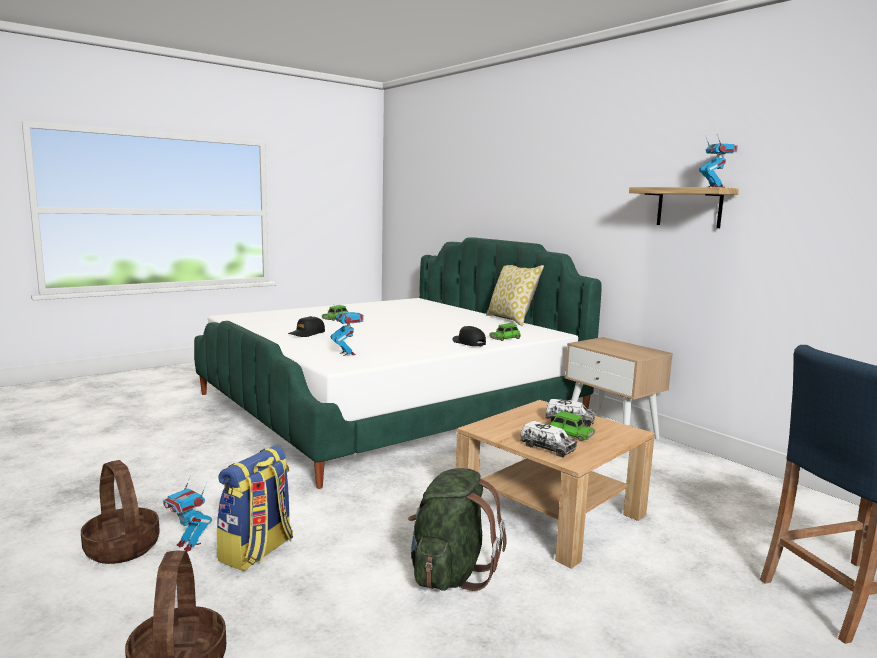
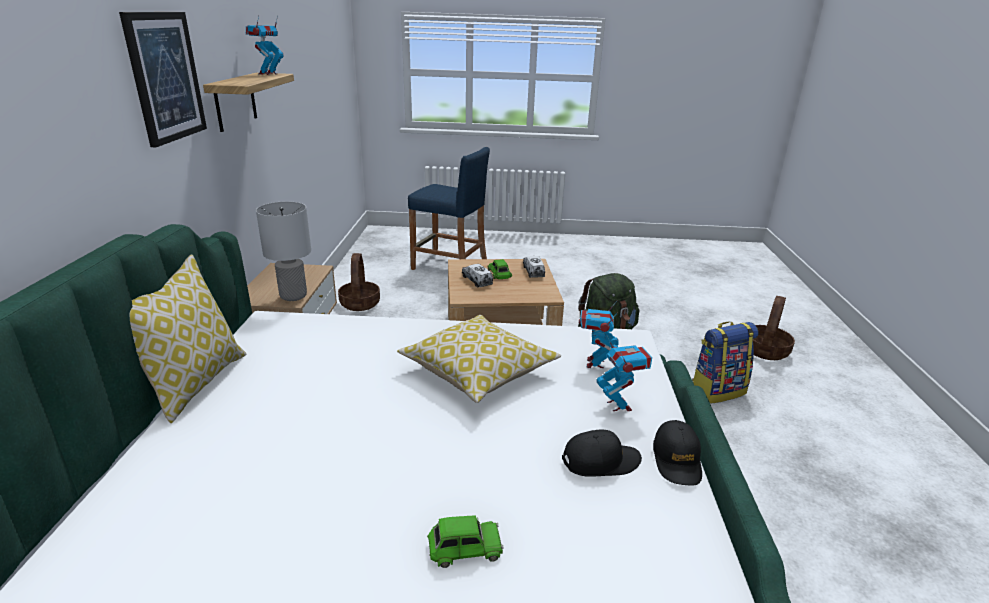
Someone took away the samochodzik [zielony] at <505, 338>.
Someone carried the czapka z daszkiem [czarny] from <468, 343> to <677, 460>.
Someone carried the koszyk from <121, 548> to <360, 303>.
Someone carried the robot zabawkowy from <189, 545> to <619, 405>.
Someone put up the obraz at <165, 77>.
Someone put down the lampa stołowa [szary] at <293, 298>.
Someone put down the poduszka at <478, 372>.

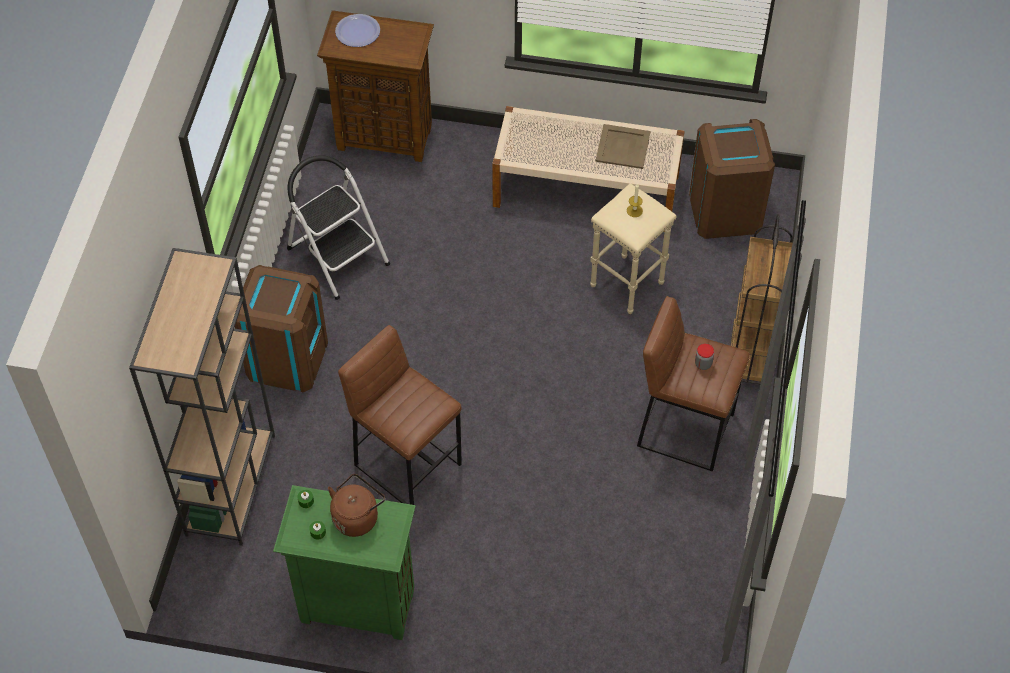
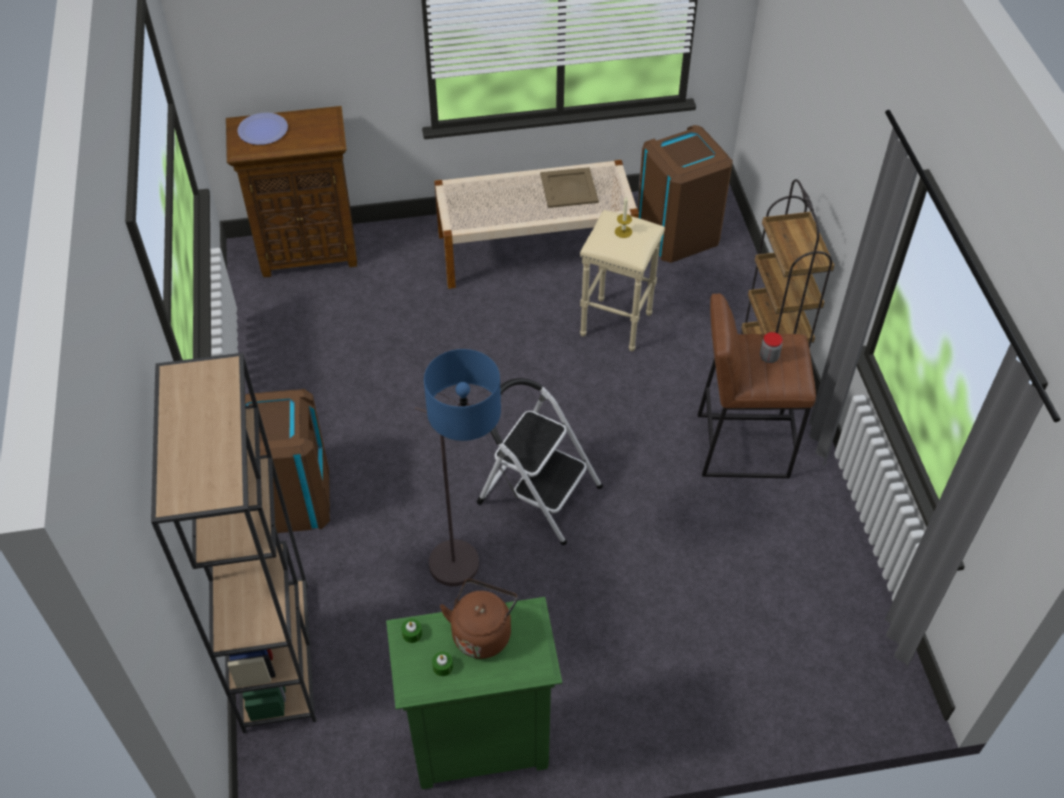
Someone carried the drabinka from <336, 254> to <536, 493>.
Someone swapped the stołek [brązowy] at <406, 463> for the lampa stojąca [niebieski] at <468, 569>.

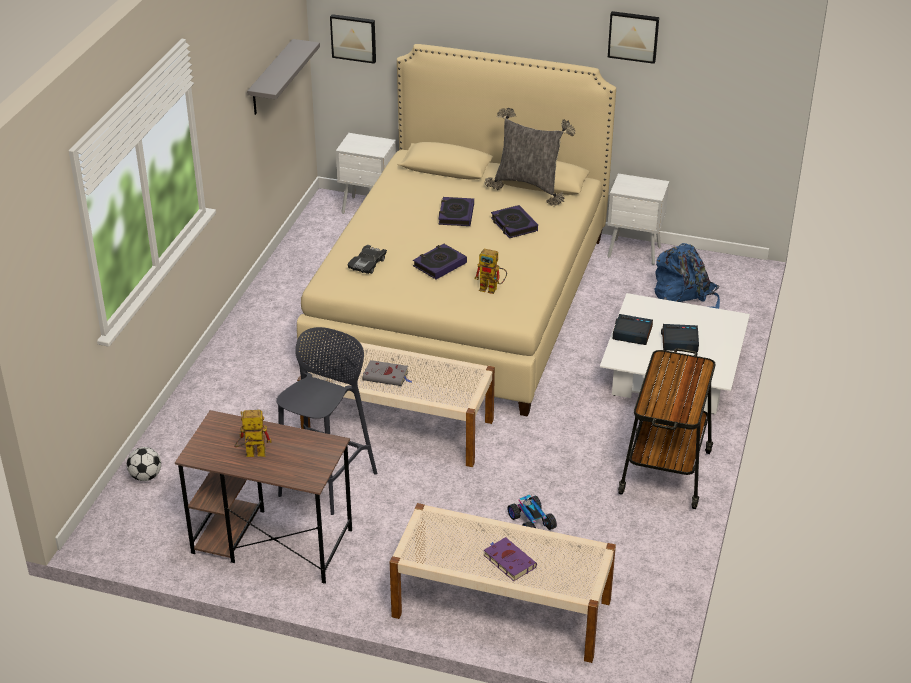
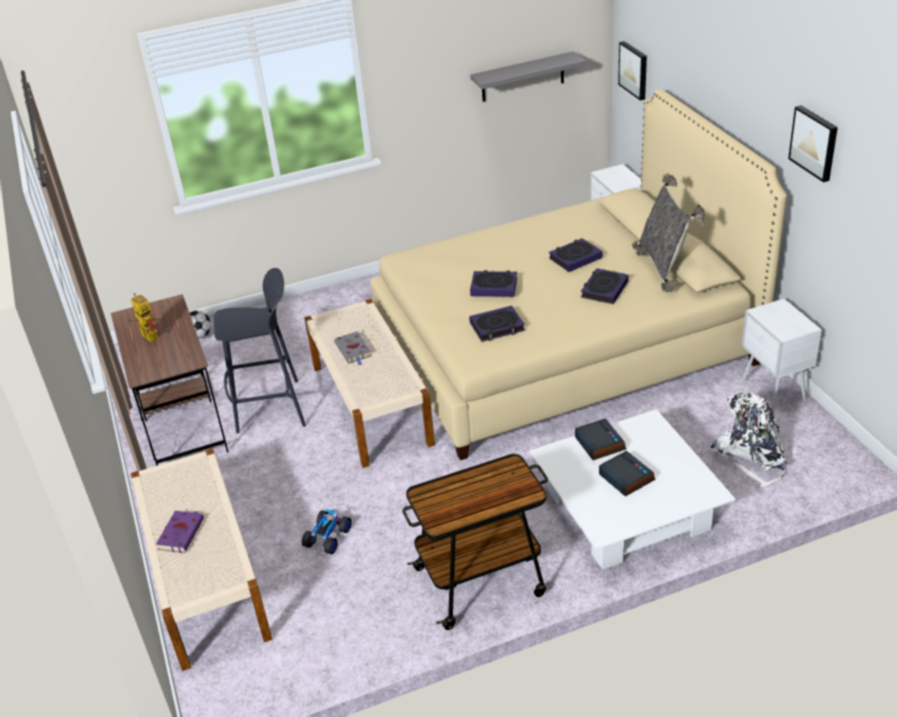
Someone repainted the plecak [niebieski] at <684, 297>, which became the plecak [biały] at <751, 456>.
Someone took away the samochodzik [czarny] at <367, 264>.
Someone swapped the robot zabawkowy at <492, 289> for the książka at <497, 327>.

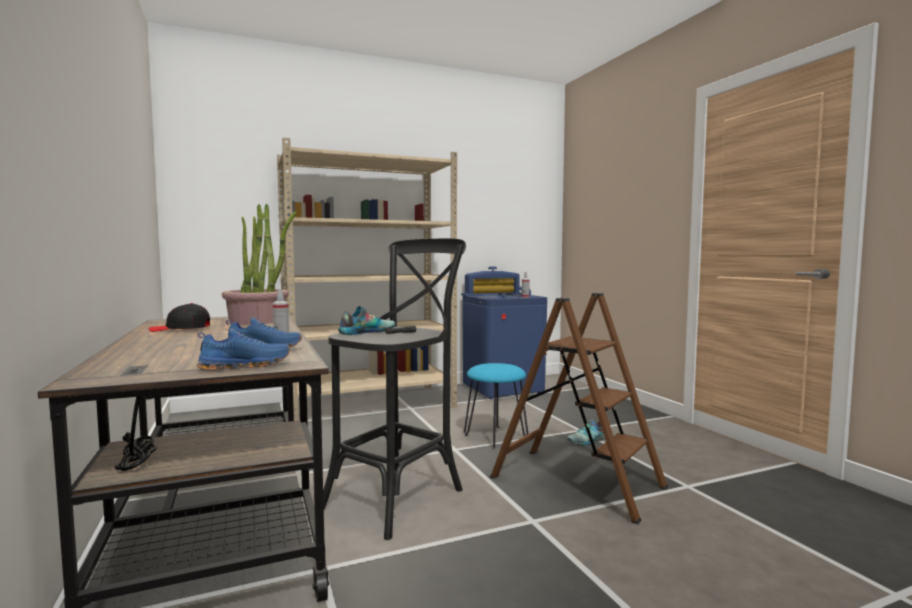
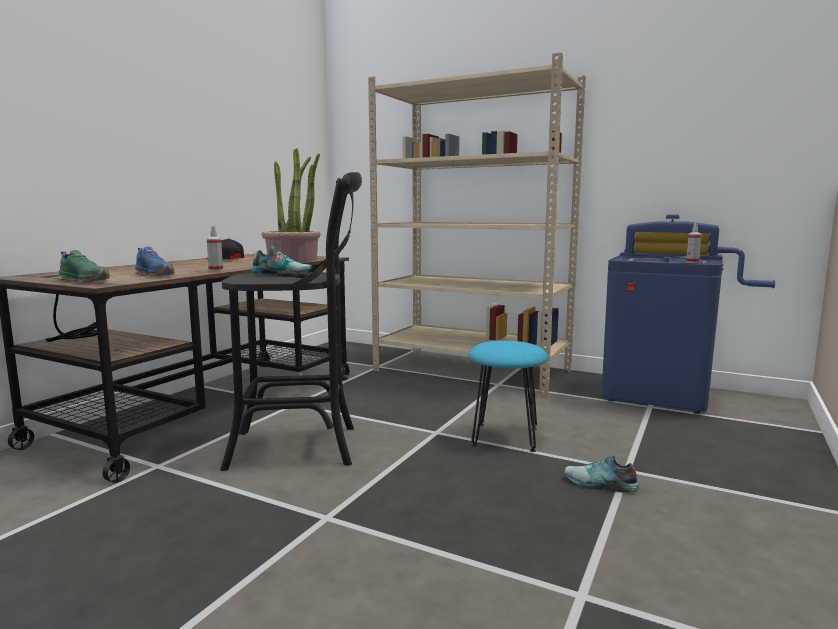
Someone took away the drabinka [brązowy] at <575, 481>.
Someone repainted the but [niebieski] at <245, 366>, which became the but [zielony] at <85, 281>.

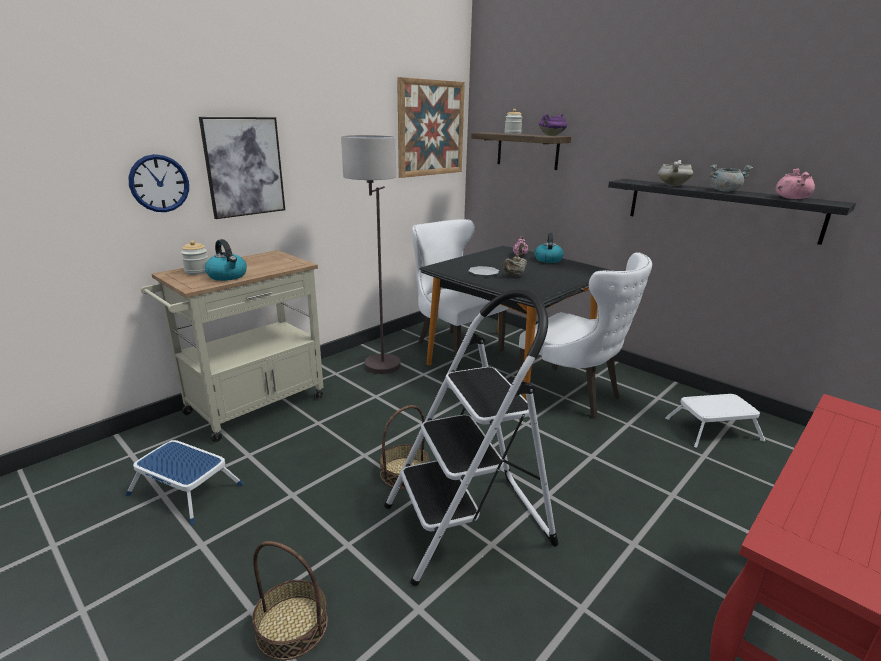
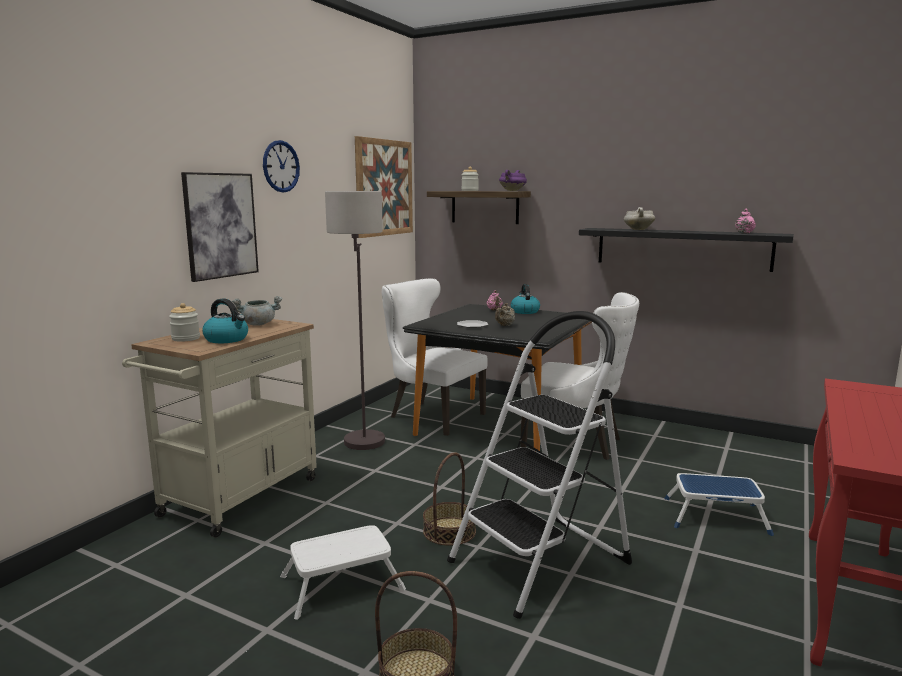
Someone carried the zegar ścienny from <159, 183> to <281, 166>.
Someone carried the garnek [szary] from <724, 191> to <259, 324>.
Someone swapped the garnek [różowy] at <791, 198> for the imbryk [różowy] at <744, 233>.
Someone carried the drabinka [biały] from <713, 429> to <341, 582>.
Someone carried the drabinka [niebieski] from <185, 490> to <716, 516>.

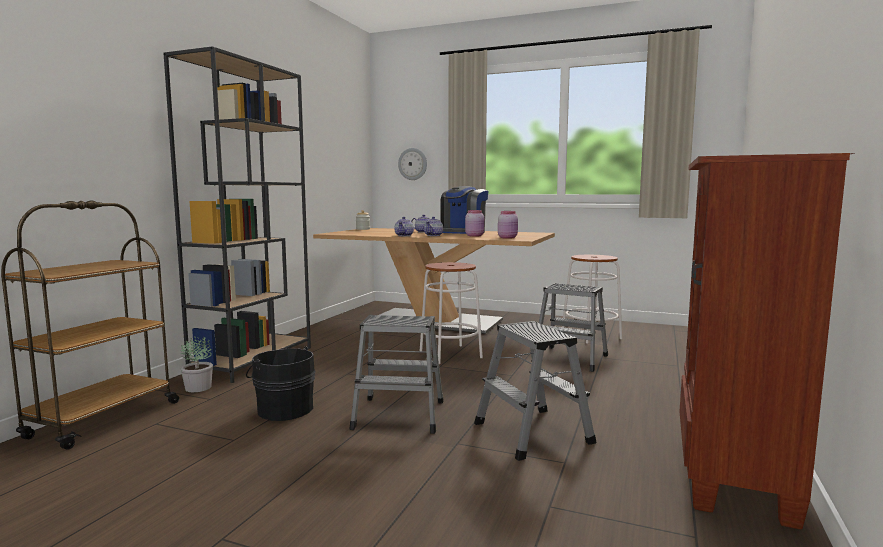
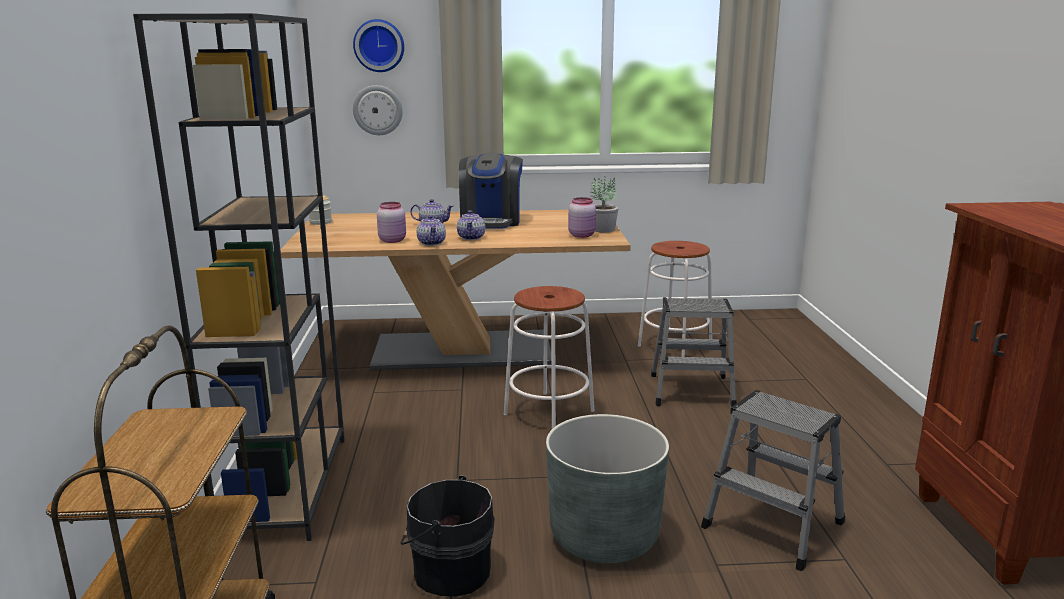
Someone carried the słoik [różowy] from <475, 236> to <393, 240>.
Someone swapped the drabinka [szary] at <400, 414> for the donica [szary] at <604, 536>.
Someone carried the roślina doniczkowa from <199, 387> to <603, 229>.
Someone put up the zegar ścienny at <379, 45>.

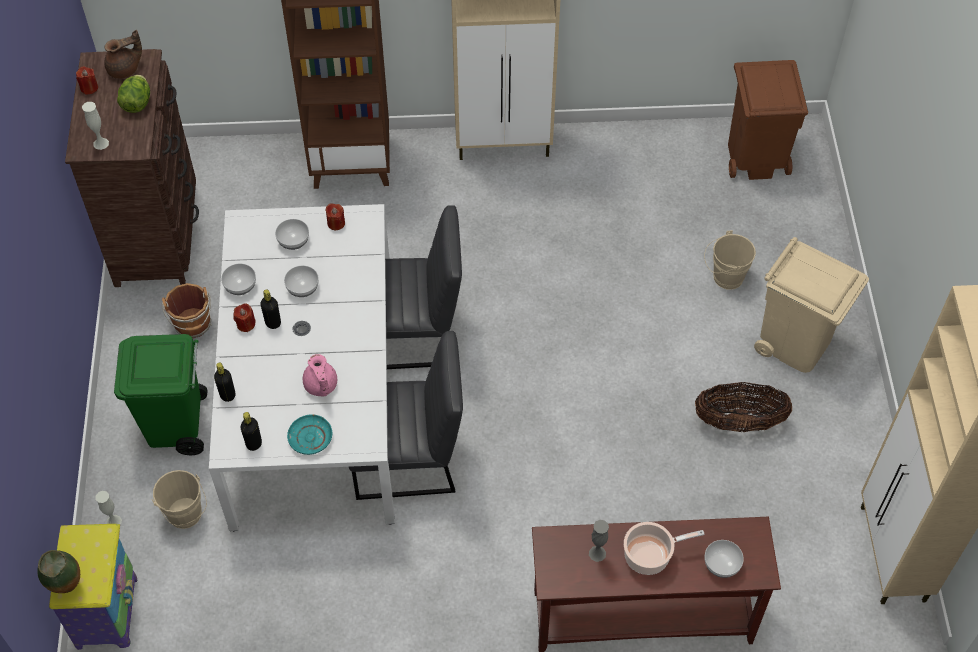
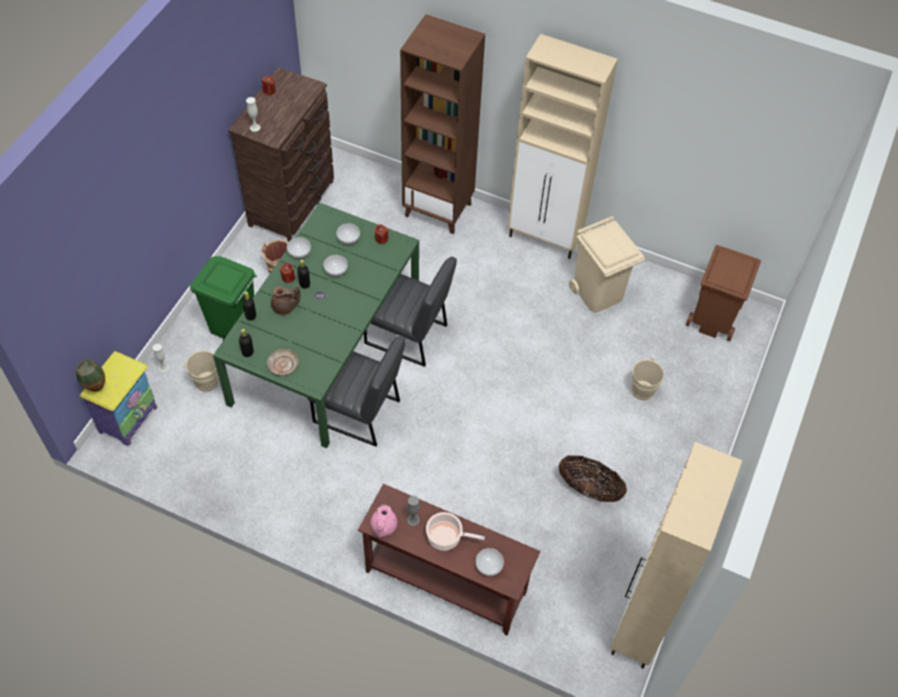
Someone carried the imbryk [brązowy] from <125, 69> to <285, 307>.
Someone took away the sałata at <137, 103>.
Someone repainted the stół jadalny [biały] at <315, 398>, which became the stół jadalny [zielony] at <326, 347>.
Someone carried the kosz na śmieci [beżowy] from <795, 342> to <598, 293>.
Someone carried the imbryk [różowy] from <320, 386> to <383, 527>.
Someone repainted the talerz [turkusowy] at <310, 438>, which became the talerz [beżowy] at <283, 365>.

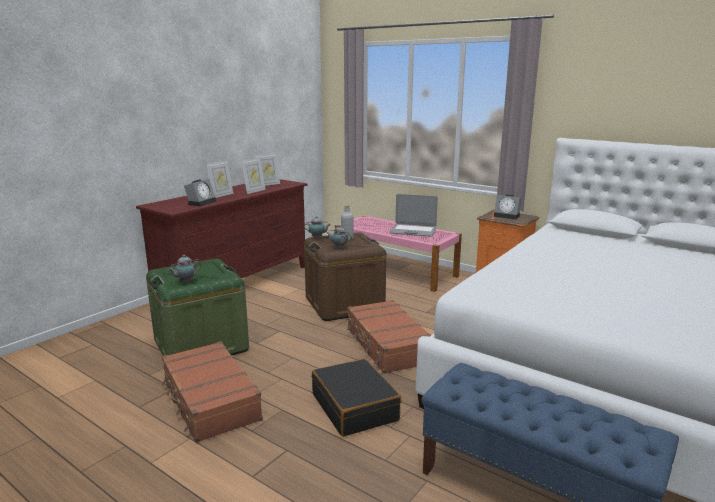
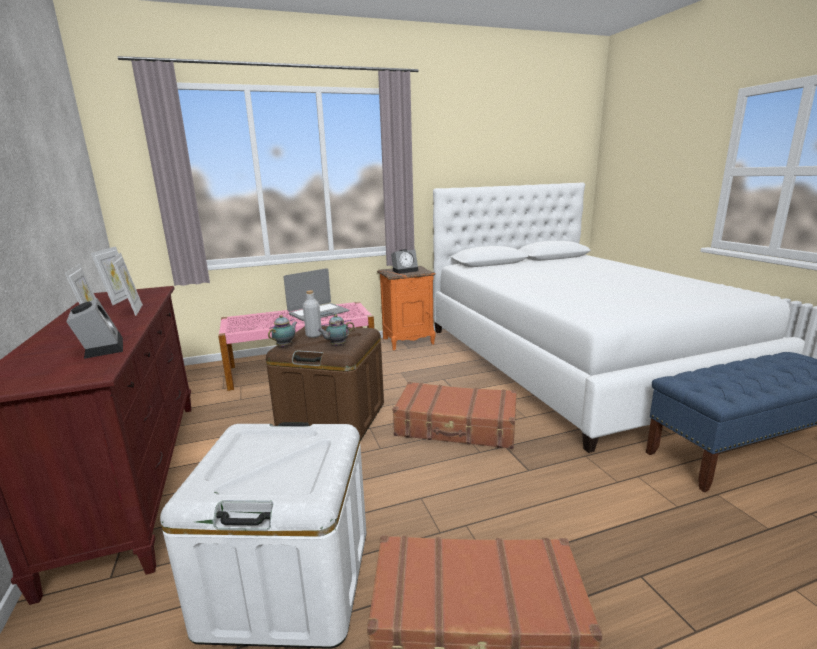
Someone took away the imbryk at <185, 282>.
Someone repainted the pojemnik do przechowywania [zielony] at <201, 345>, which became the pojemnik do przechowywania [biały] at <288, 580>.
Someone took away the walizka [czarny] at <355, 407>.

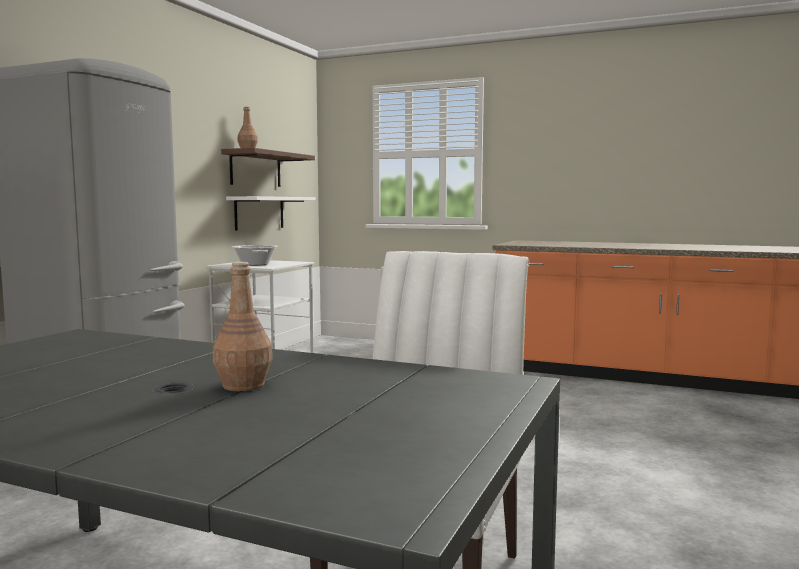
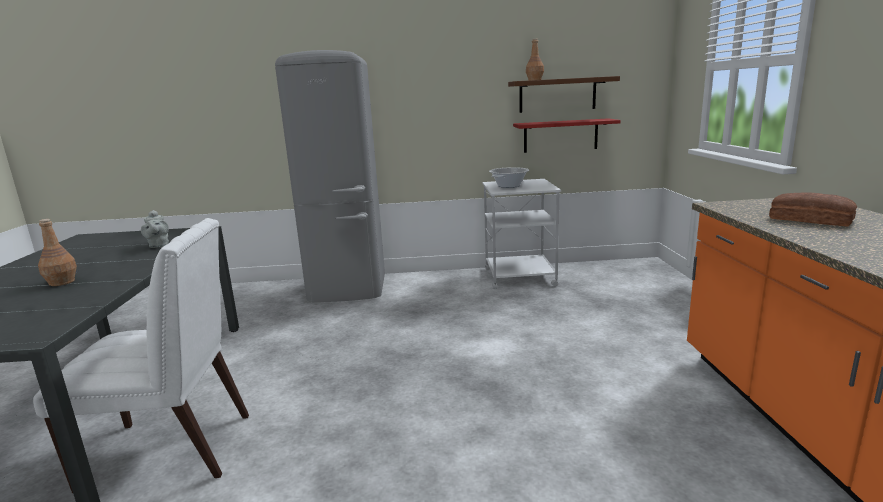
Someone repainted the półka [biały] at <259, 213>, which became the półka [czerwony] at <560, 135>.
Someone put down the chleb at <809, 219>.
Someone put down the imbryk [szary] at <158, 245>.

